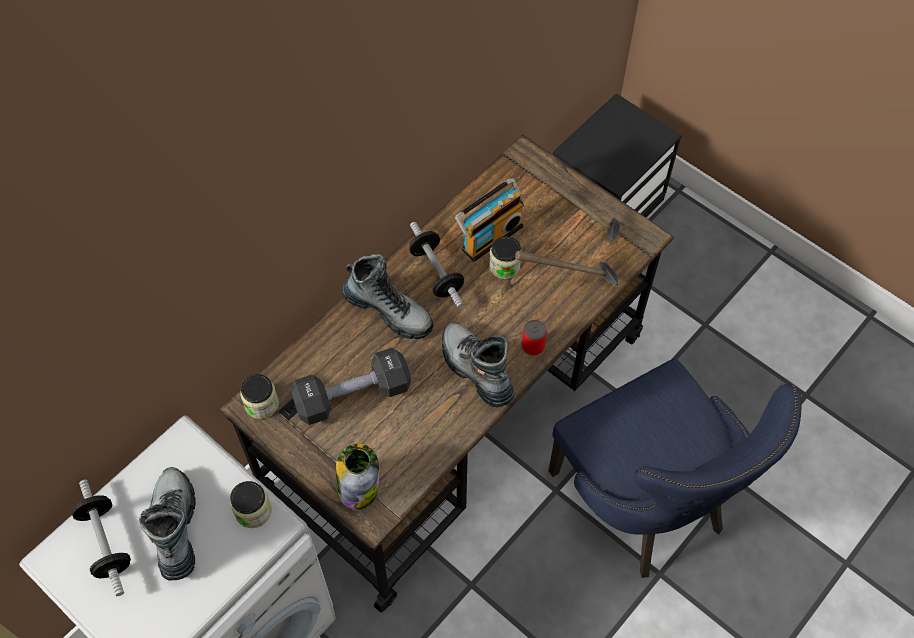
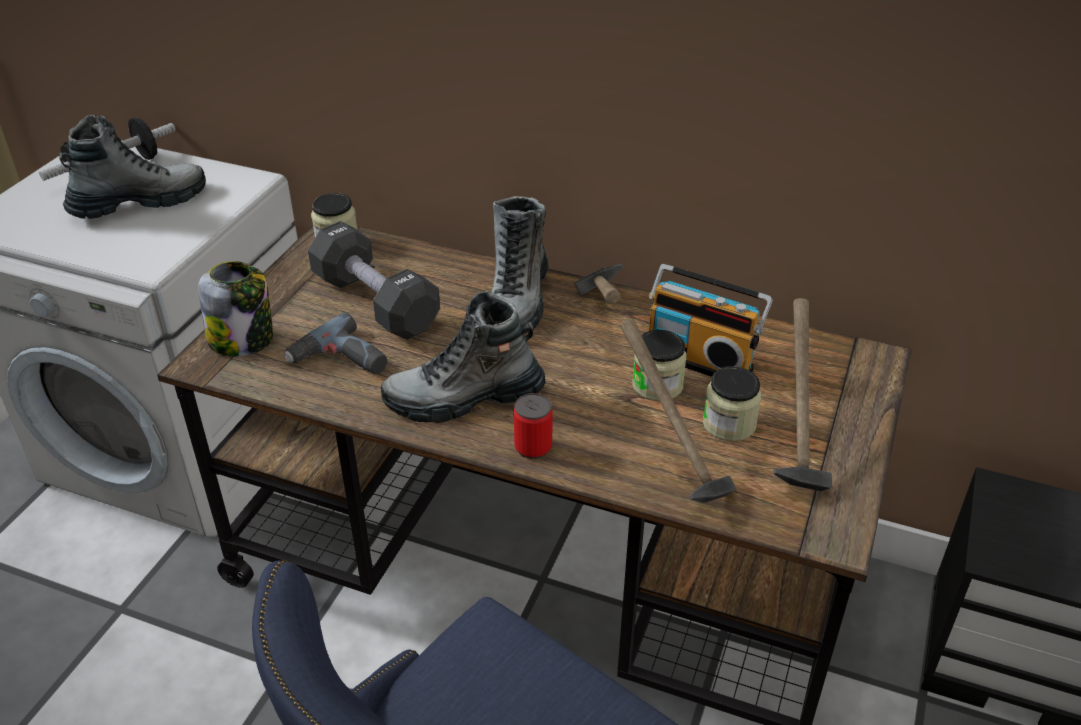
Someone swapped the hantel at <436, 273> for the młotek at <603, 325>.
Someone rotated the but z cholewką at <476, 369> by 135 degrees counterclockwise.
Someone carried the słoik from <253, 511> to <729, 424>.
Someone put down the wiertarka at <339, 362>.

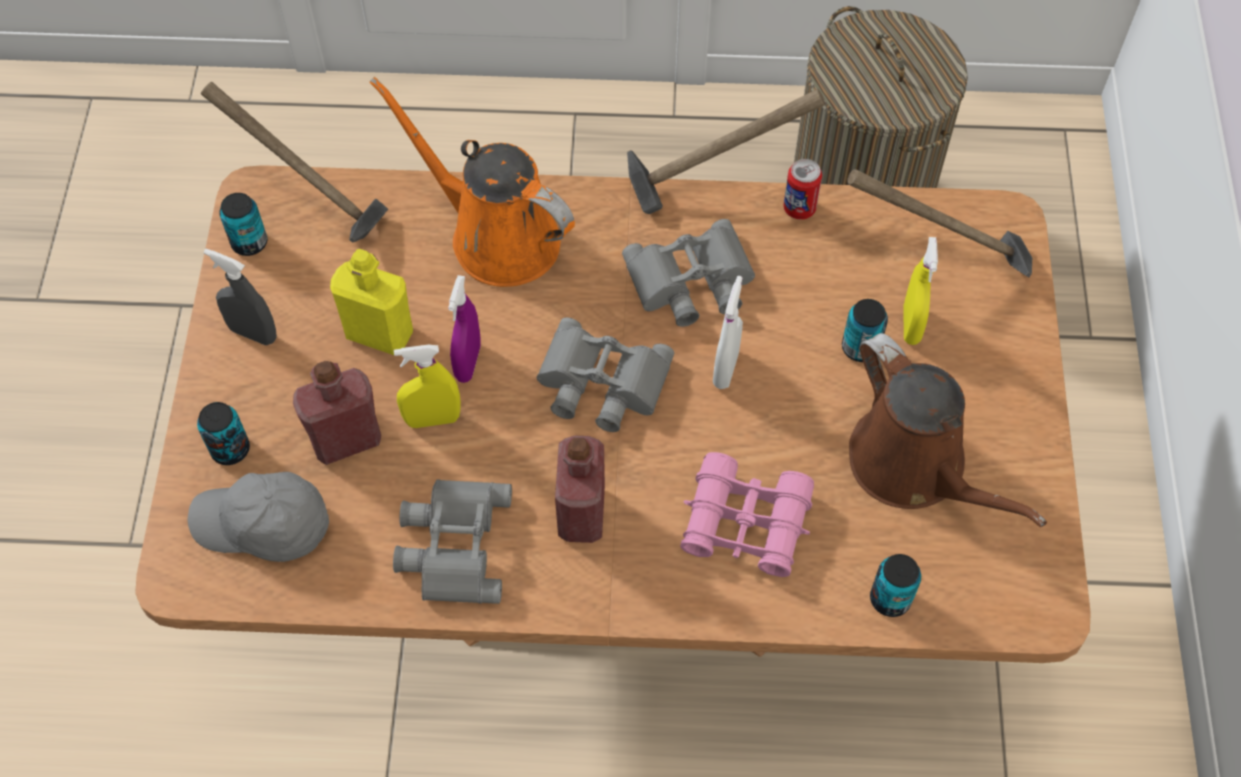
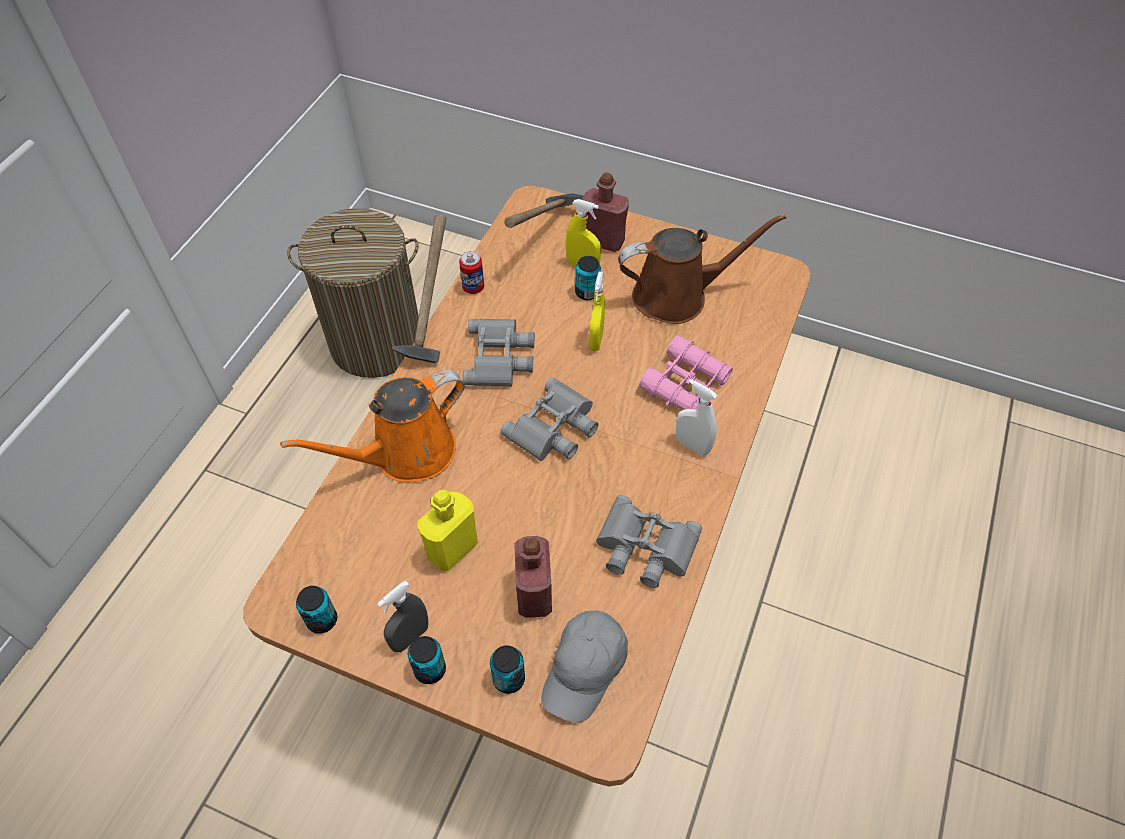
Someone took away the młotek at <309, 205>.
Someone took away the spryskiwacz [fioletowy] at <468, 362>.
Someone carried the spryskiwacz [biały] from <725, 369> to <692, 445>.
Someone carried the spryskiwacz [żółty] from <432, 419> to <596, 340>.
Someone carried the butelka [czerwony] from <581, 513> to <603, 241>.
Someone carried the puszka from <890, 599> to <430, 669>.

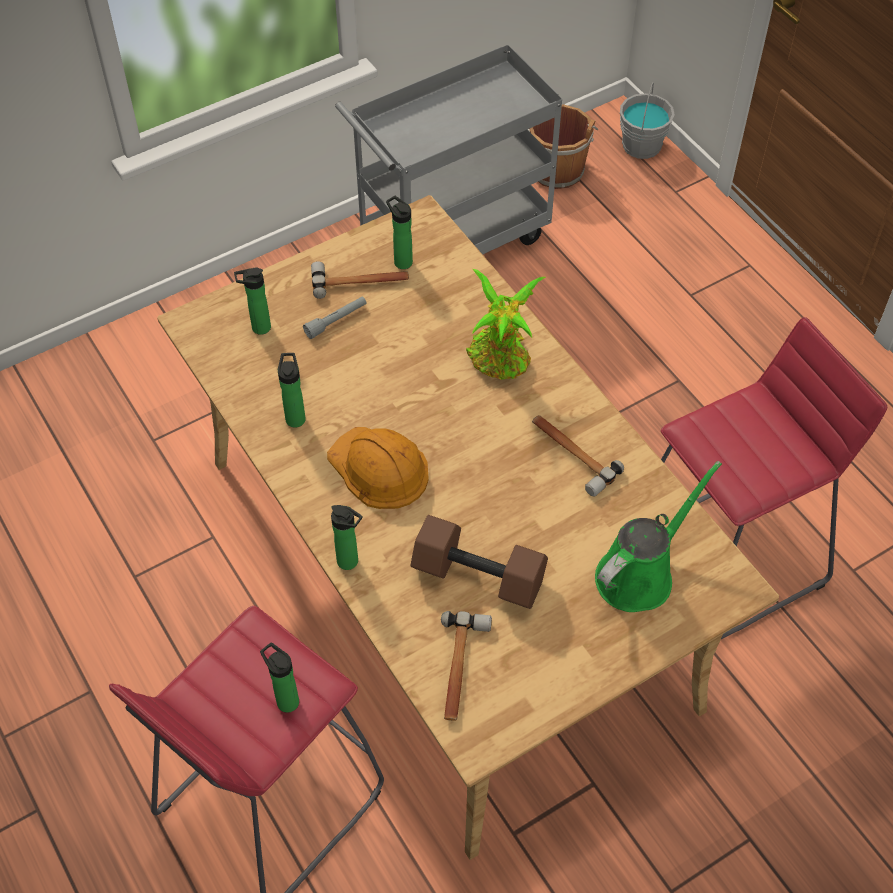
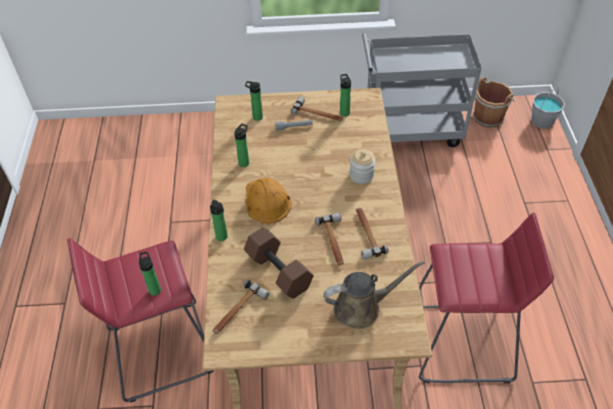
Someone swapped the roślina doniczkowa at <501, 360> for the słoik at <361, 175>.
Someone repainted the konewka [zielony] at <639, 573>, which became the konewka [brązowy] at <362, 307>.
Someone put down the młotek at <334, 241>.

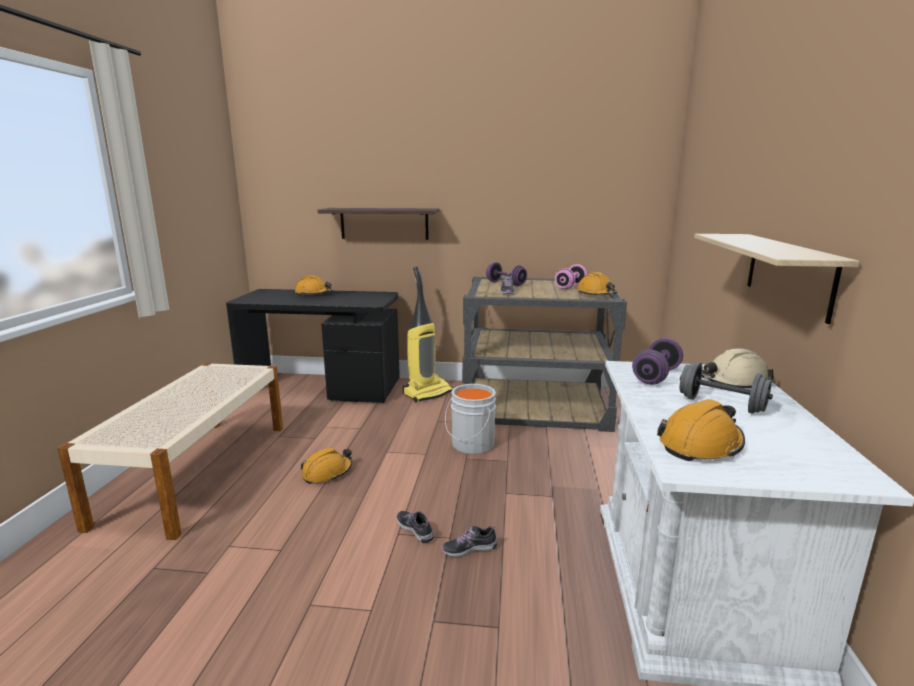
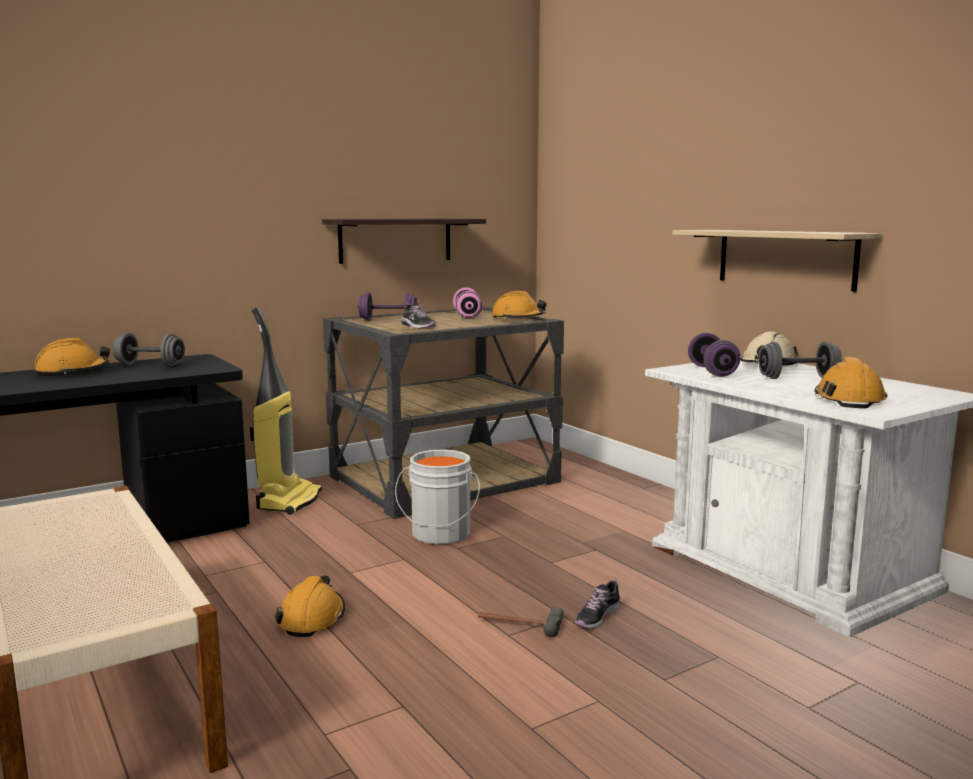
Someone carried the półka from <384, 223> to <395, 240>.
Someone swapped the but at <415, 530> for the młotek at <519, 624>.
Someone put down the hantel [szary] at <150, 365>.

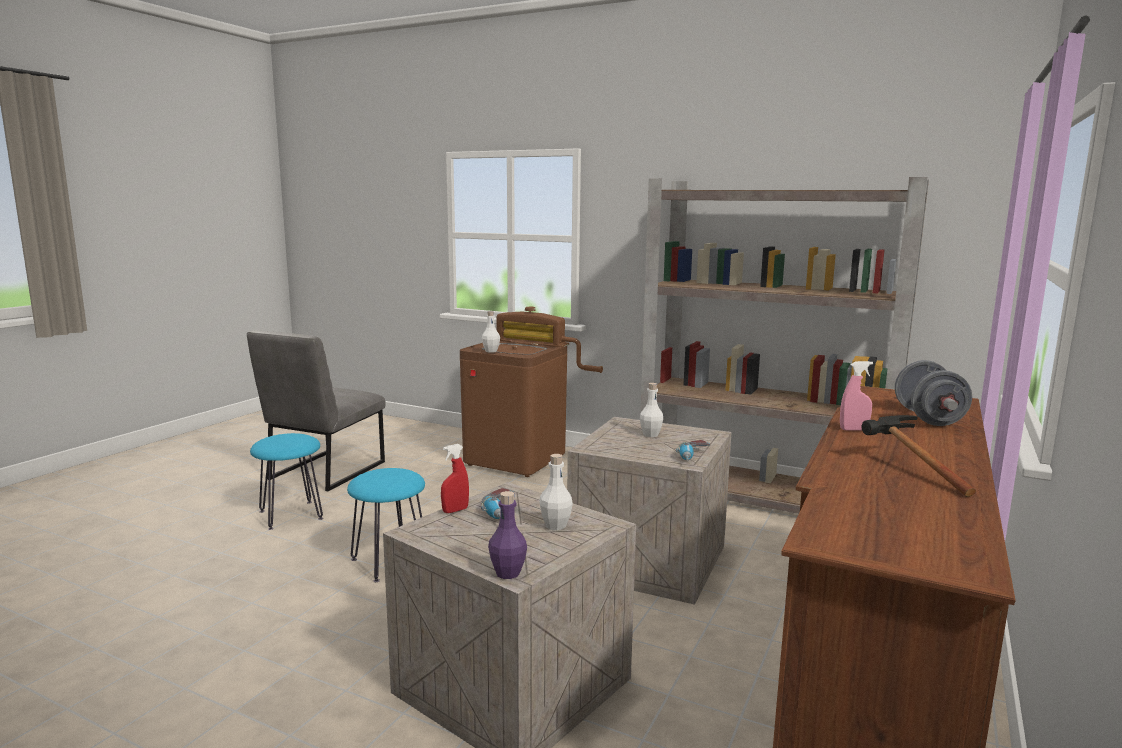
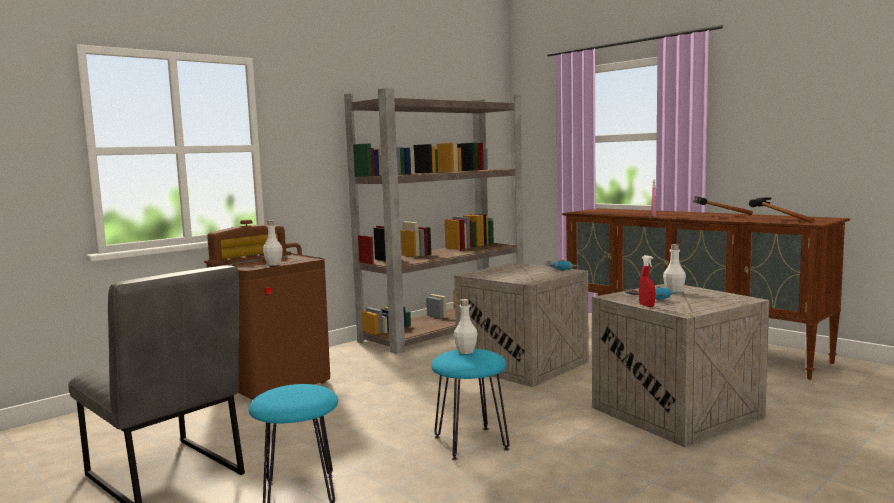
Someone took away the hantel [szary] at <928, 418>.
Someone carried the butelka [biały] from <650, 435> to <466, 351>.
Someone took away the butelka [fioletowy] at <507, 573>.
Someone put down the młotek at <775, 220>.

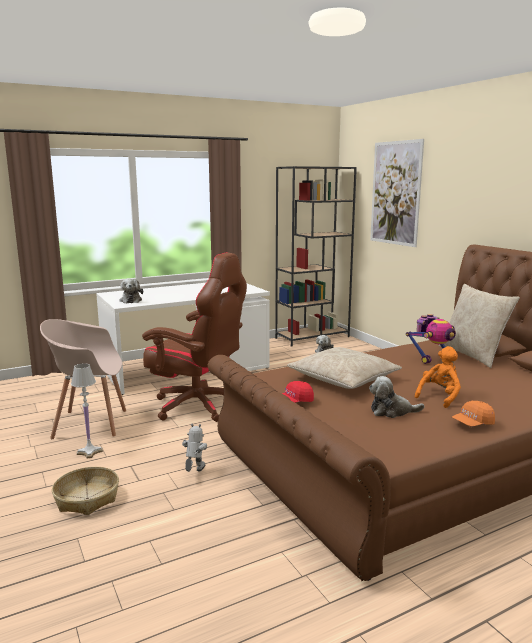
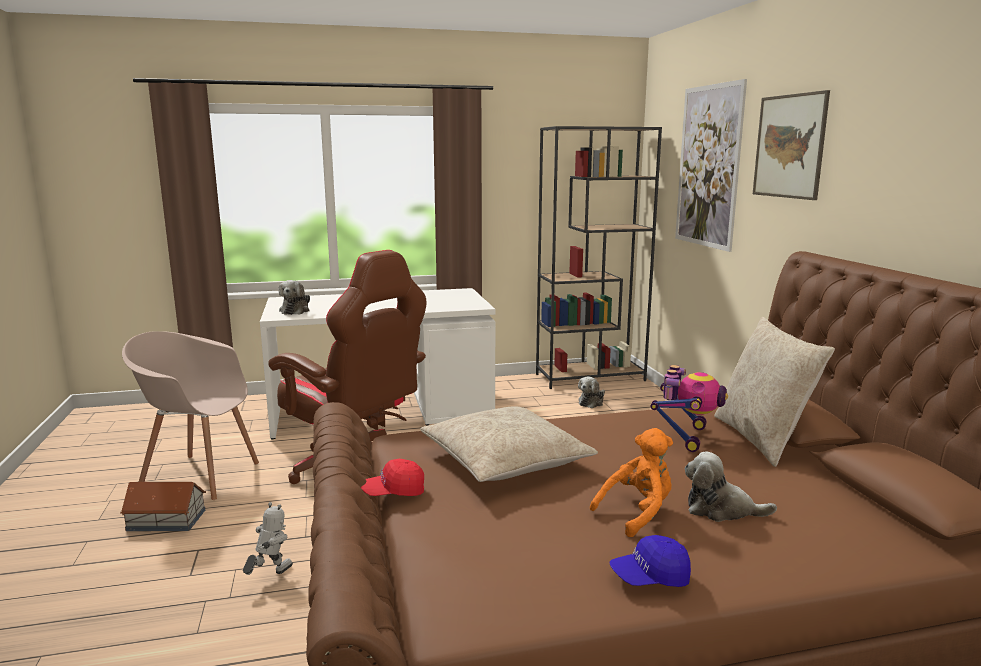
Someone rotated the robot zabawkowy at <432, 358> by 45 degrees counterclockwise.
Someone swapped the lampa stołowa [biały] at <89, 452> for the domek at <166, 520>.
Someone carried the pluszak from <392, 411> to <721, 509>.
Someone repainted the czapka z daszkiem [pomarańczowy] at <472, 424>, which became the czapka z daszkiem [niebieski] at <650, 578>.
Someone took away the koszyk at <87, 498>.
Someone put up the obraz at <789, 146>.

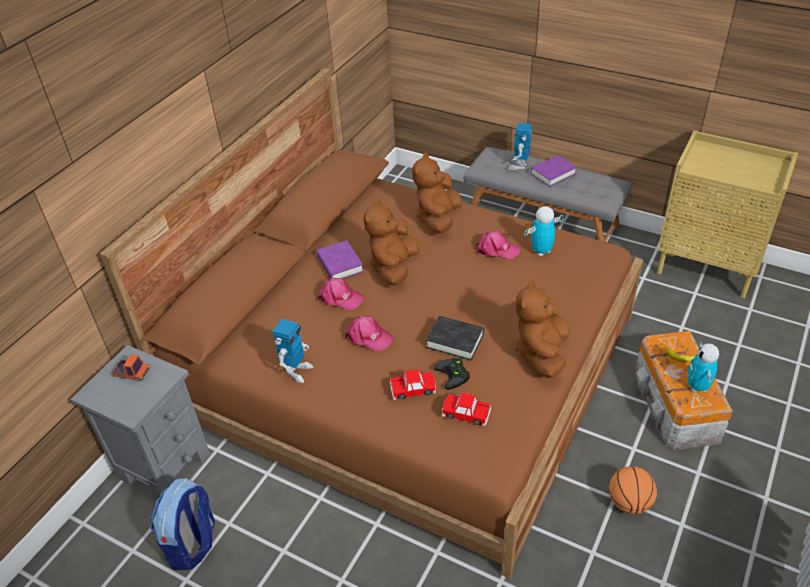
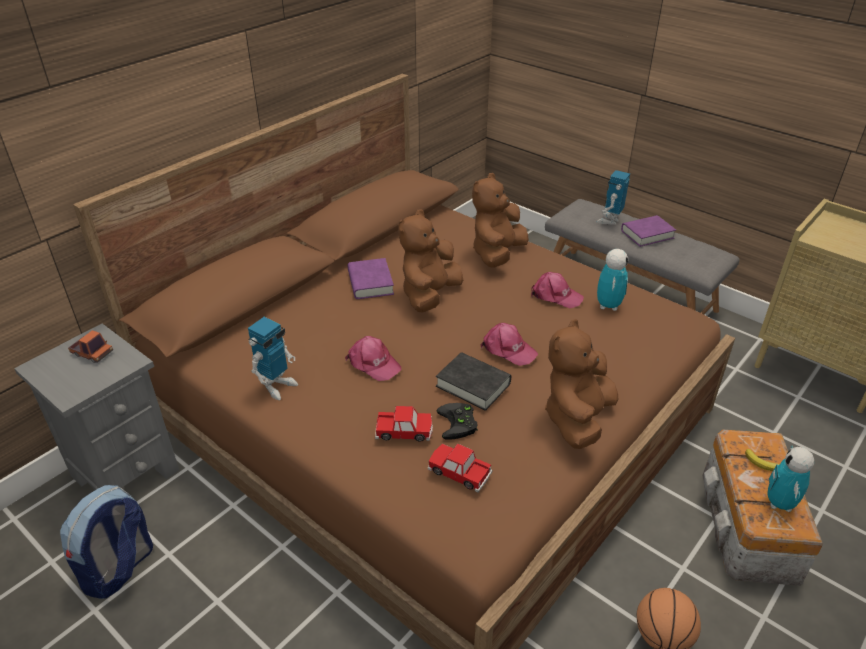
Someone rotated the robot zabawkowy at <541, 251> by 120 degrees clockwise.
Someone carried the czapka z daszkiem [różowy] from <340, 298> to <508, 349>.

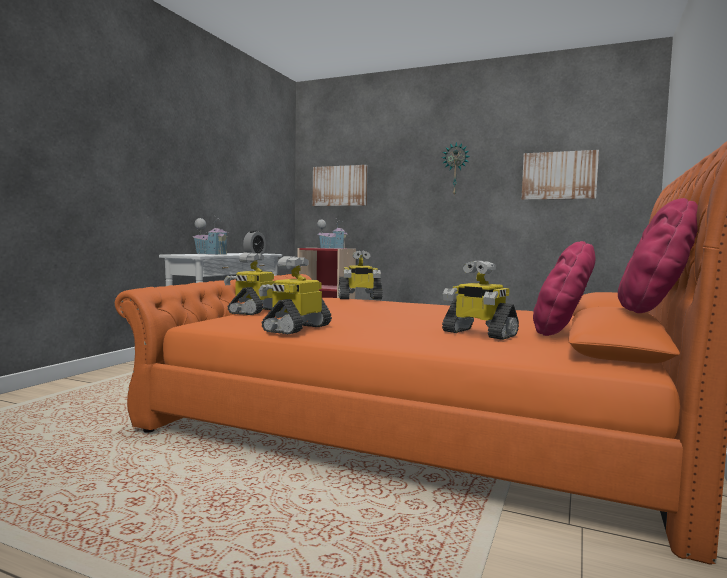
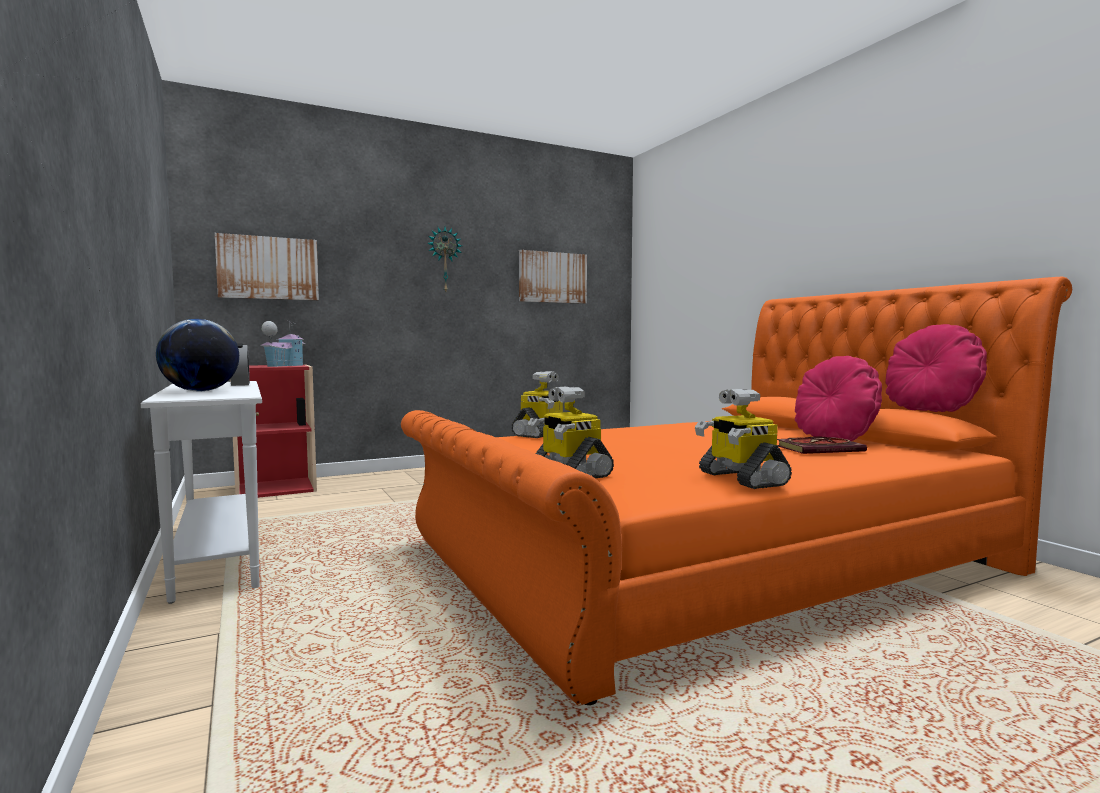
Someone swapped the domek at <211, 254> for the globus at <200, 391>.
Someone swapped the robot zabawkowy at <478, 333> for the książka at <820, 449>.

